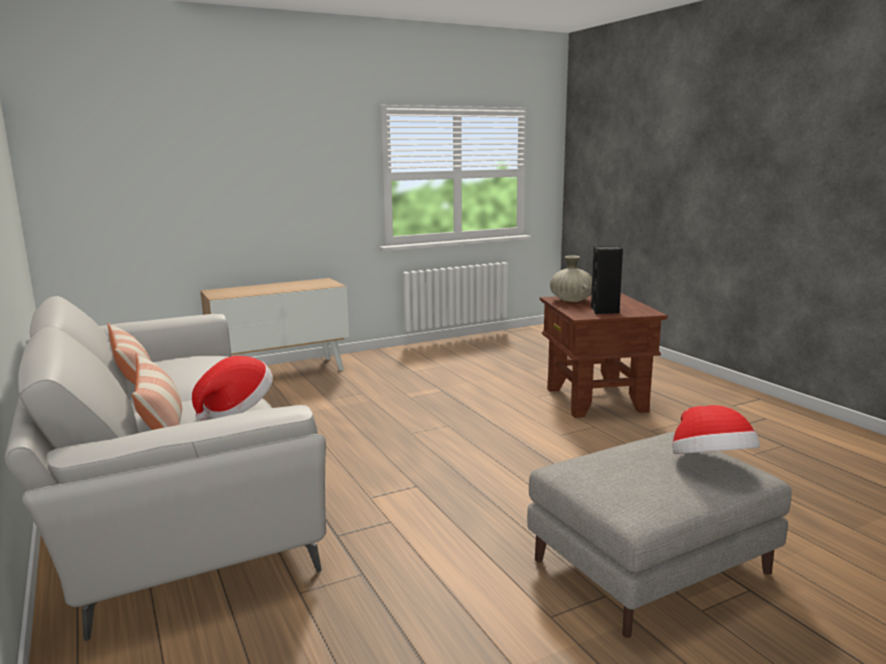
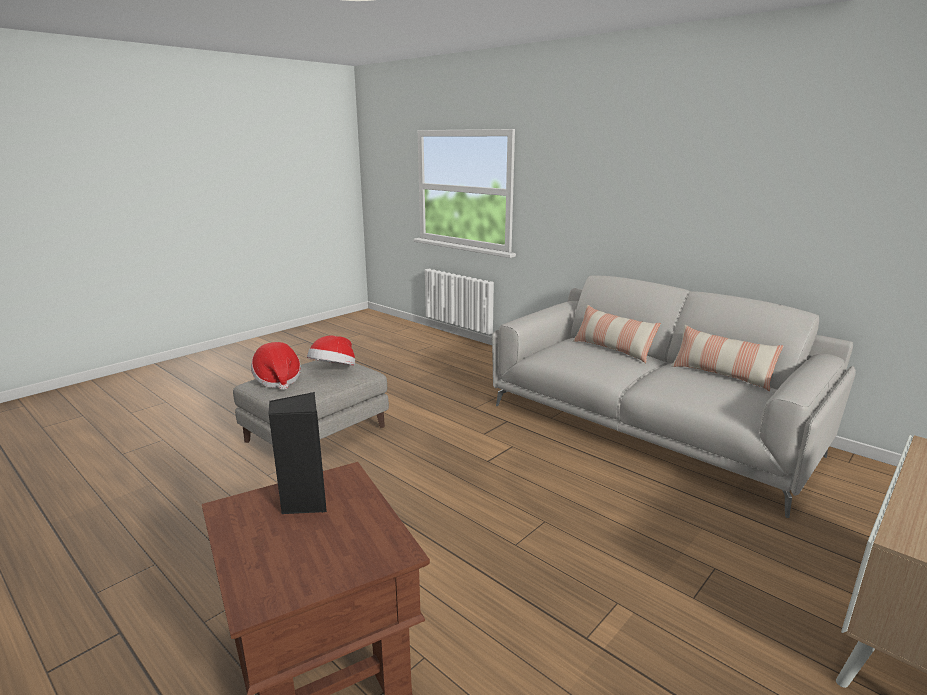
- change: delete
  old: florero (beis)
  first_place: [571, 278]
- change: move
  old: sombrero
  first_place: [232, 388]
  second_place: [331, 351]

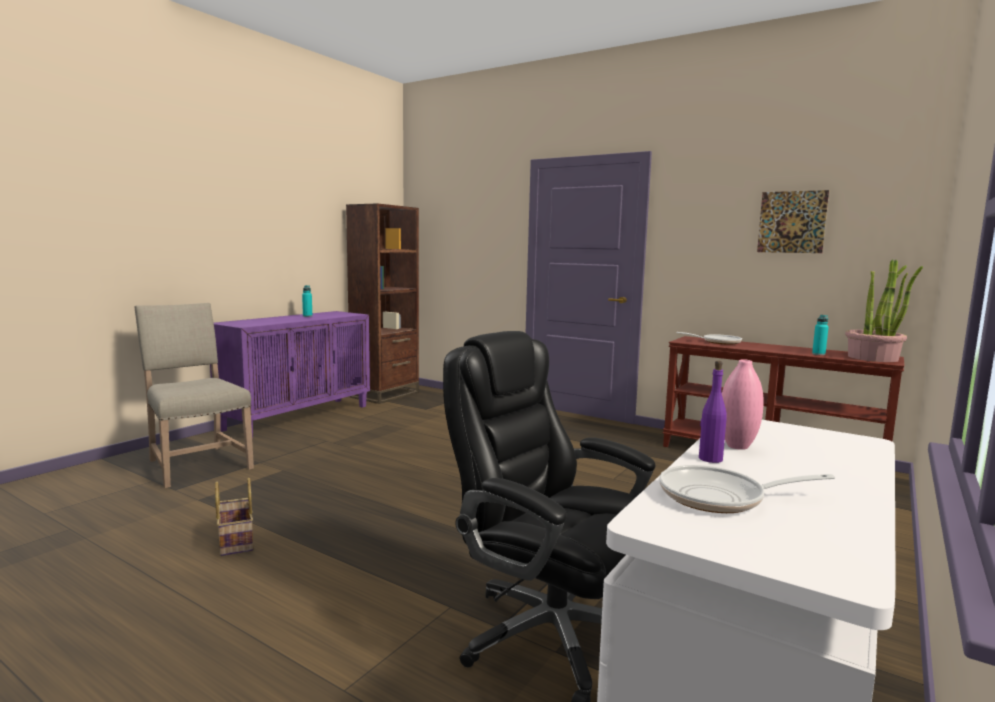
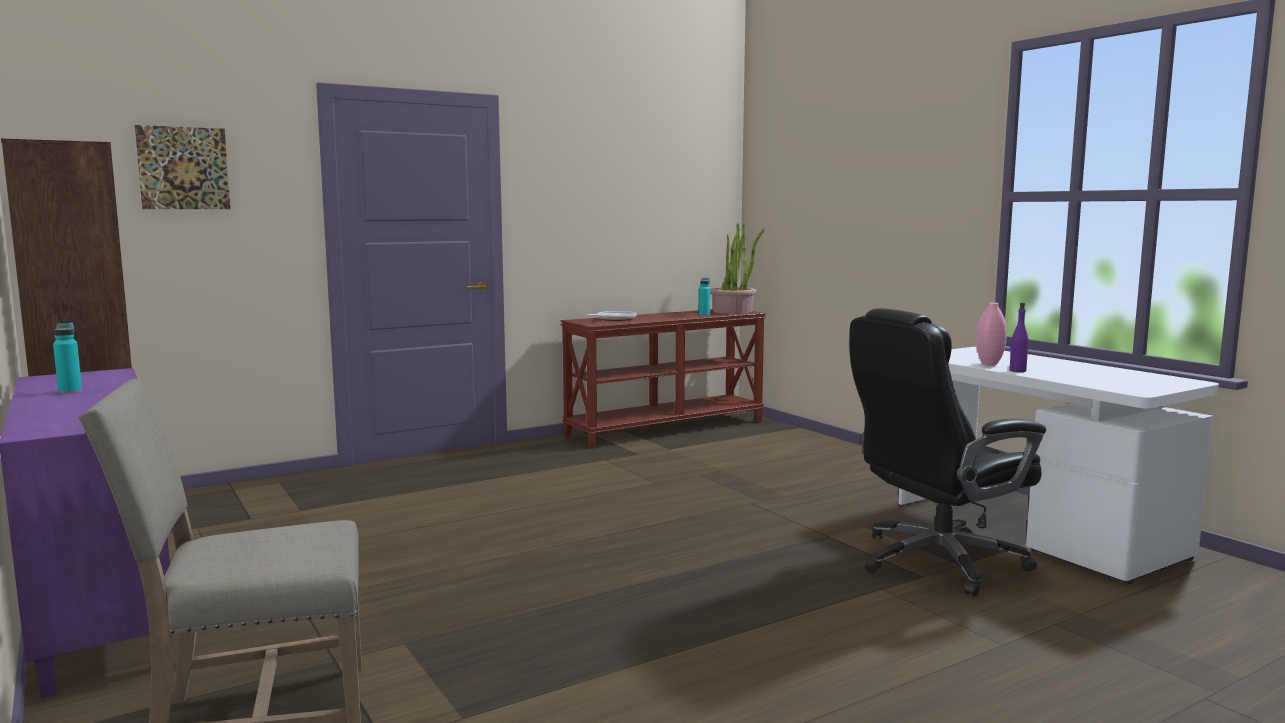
- change: delete
  old: cesta
  first_place: [234, 517]
- change: delete
  old: sartén
  first_place: [747, 489]
- change: move
  old: cuadro
  first_place: [793, 221]
  second_place: [183, 167]

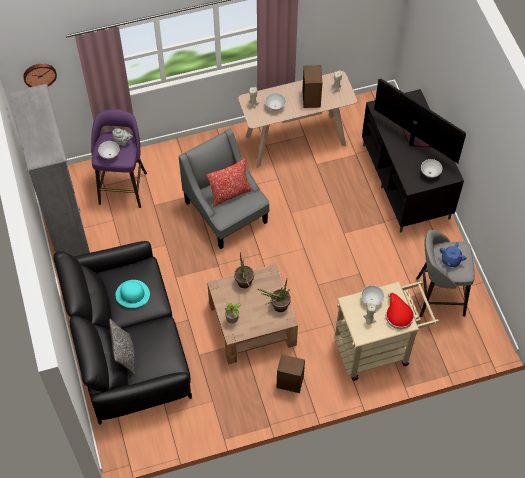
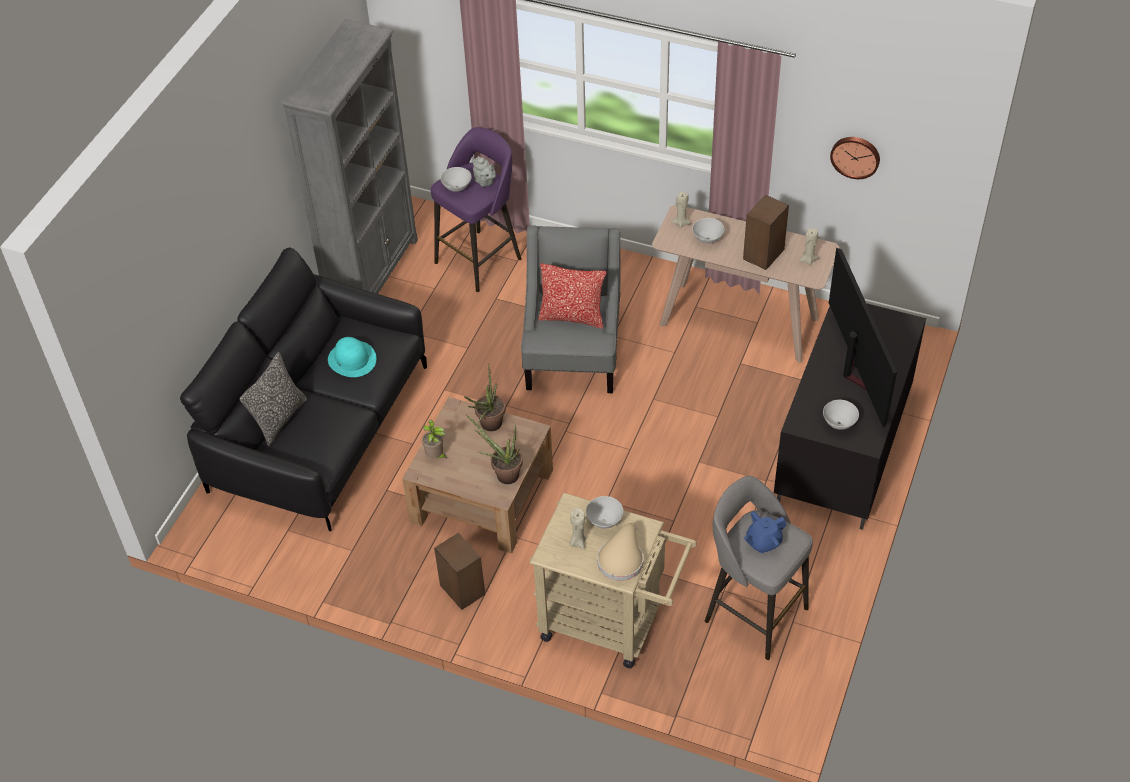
- change: move
  old: reloj de pared
  first_place: [40, 75]
  second_place: [855, 158]
- change: recolor
  old: sombrero (rojo)
  new: sombrero (beis)
  first_place: [400, 311]
  second_place: [620, 552]

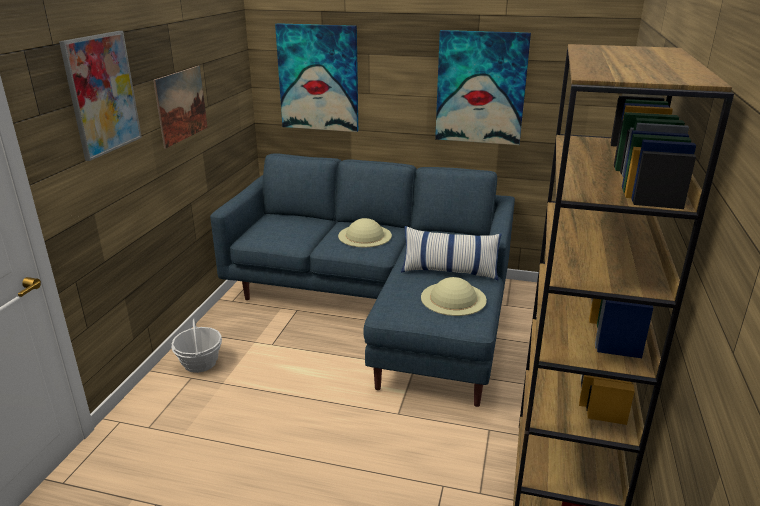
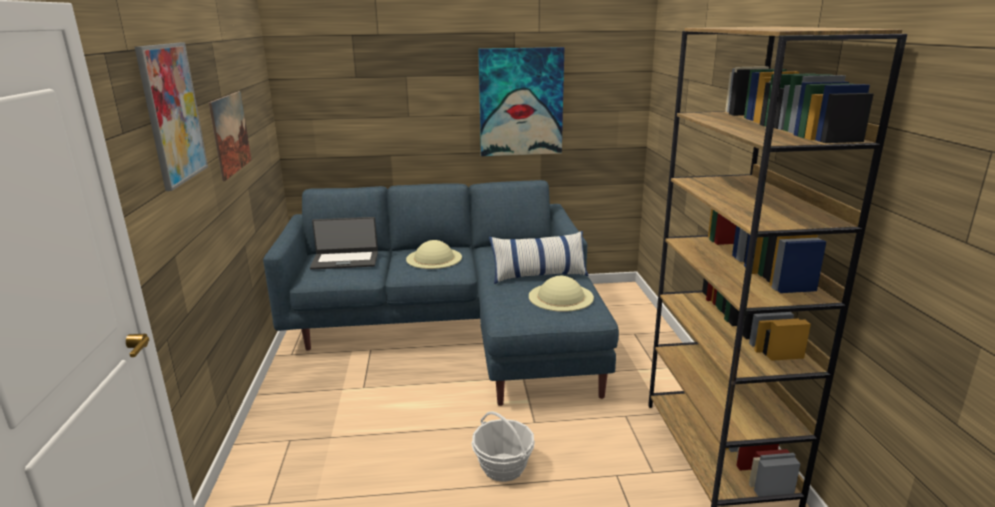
- change: delete
  old: cuadro
  first_place: [316, 77]
- change: insert
  new: portátil
  second_place: [344, 243]
- change: move
  old: cesta
  first_place: [196, 346]
  second_place: [503, 446]

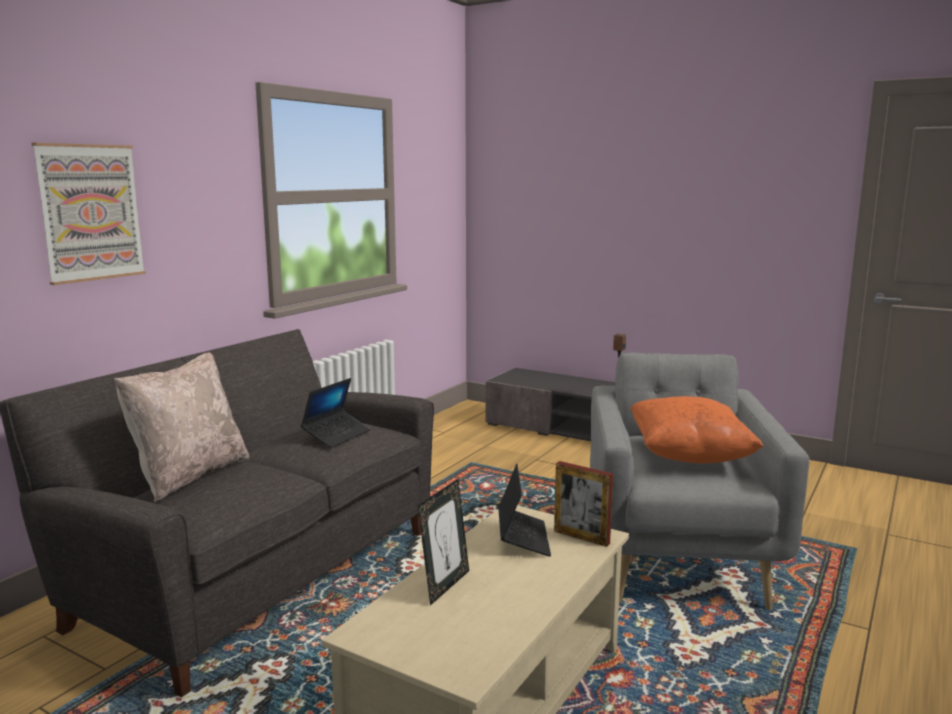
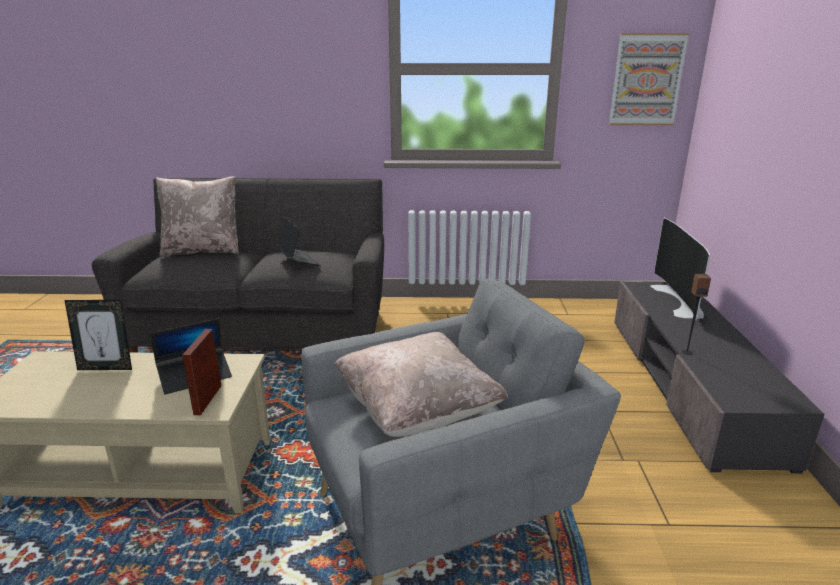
- change: insert
  new: televisor
  second_place: [680, 269]
- change: move
  old: cuadro
  first_place: [89, 214]
  second_place: [648, 79]
- change: recolor
  old: cojín (naranja)
  new: cojín (beis)
  first_place: [697, 429]
  second_place: [421, 384]
- change: rotate
  old: portátil
  first_place: [335, 413]
  second_place: [298, 242]
  degrees: -120

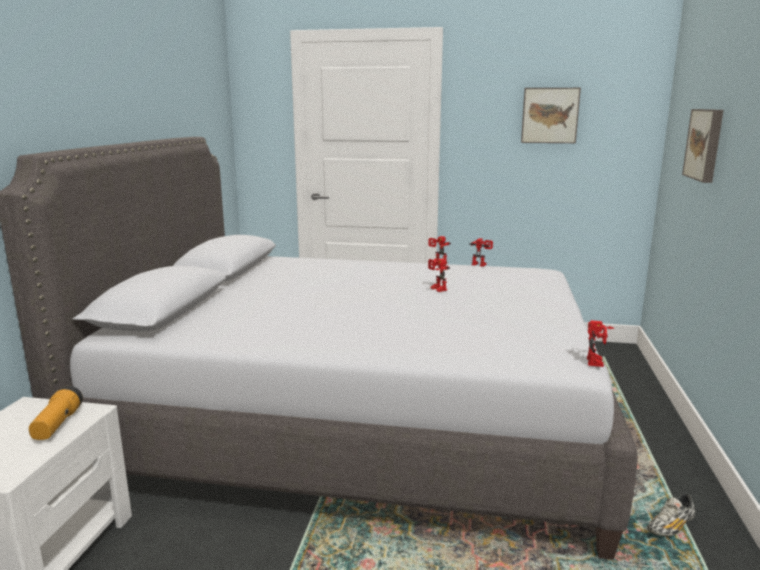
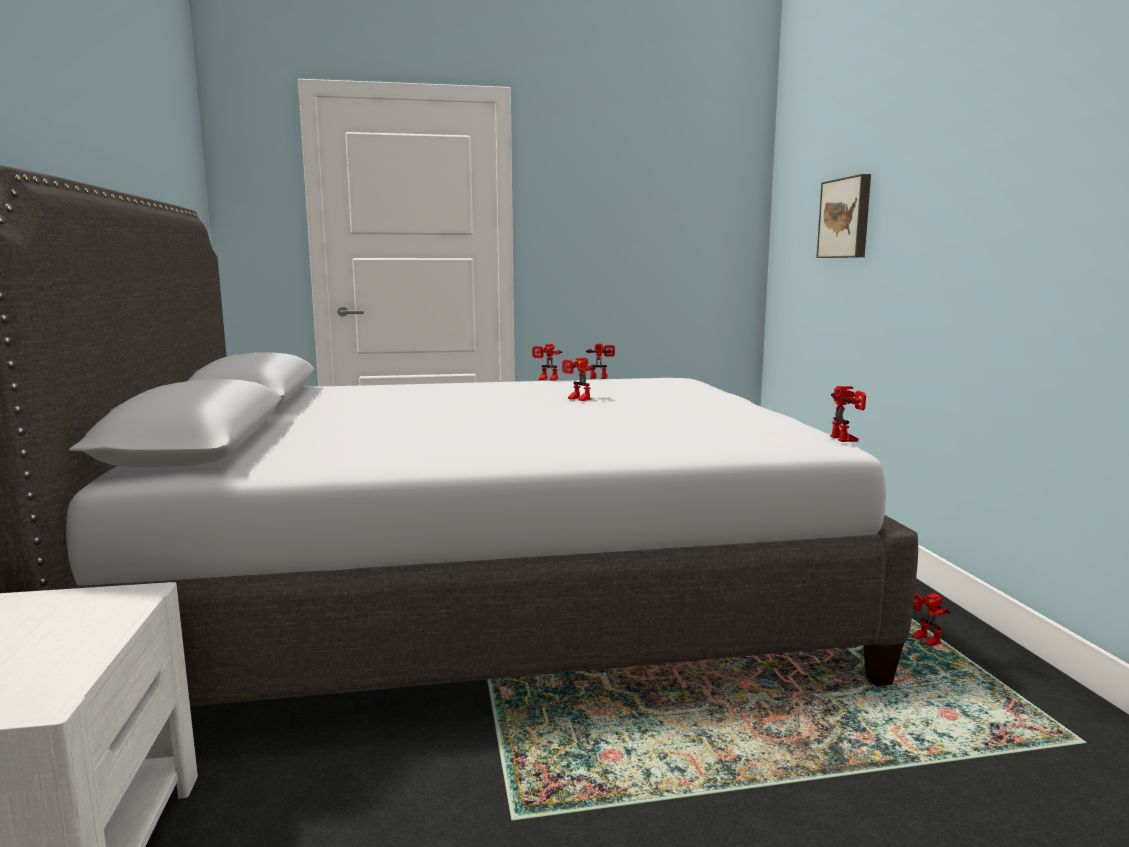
- change: delete
  old: linterna
  first_place: [56, 413]
- change: delete
  old: cuadro
  first_place: [551, 115]
- change: replace
  old: zapato
  new: robot de juguete
  first_place: [671, 514]
  second_place: [931, 620]

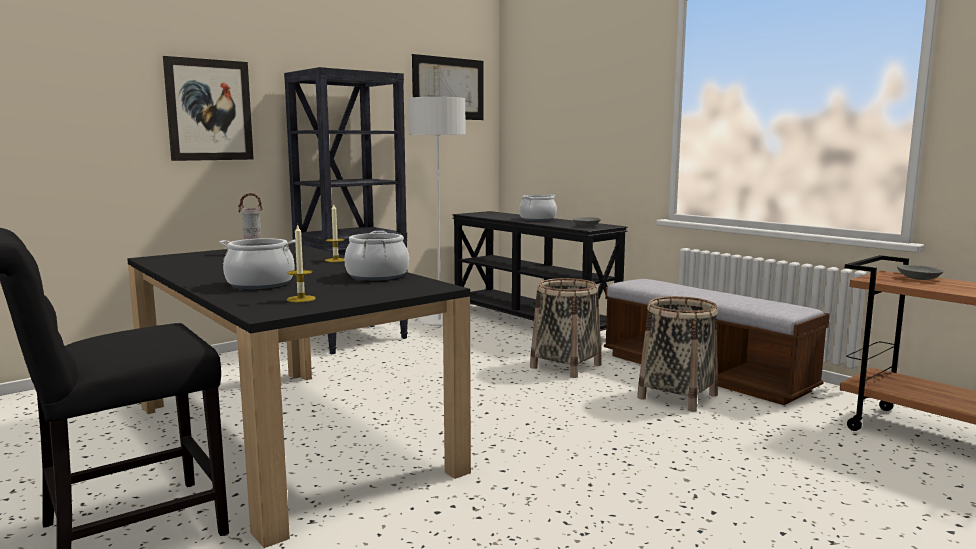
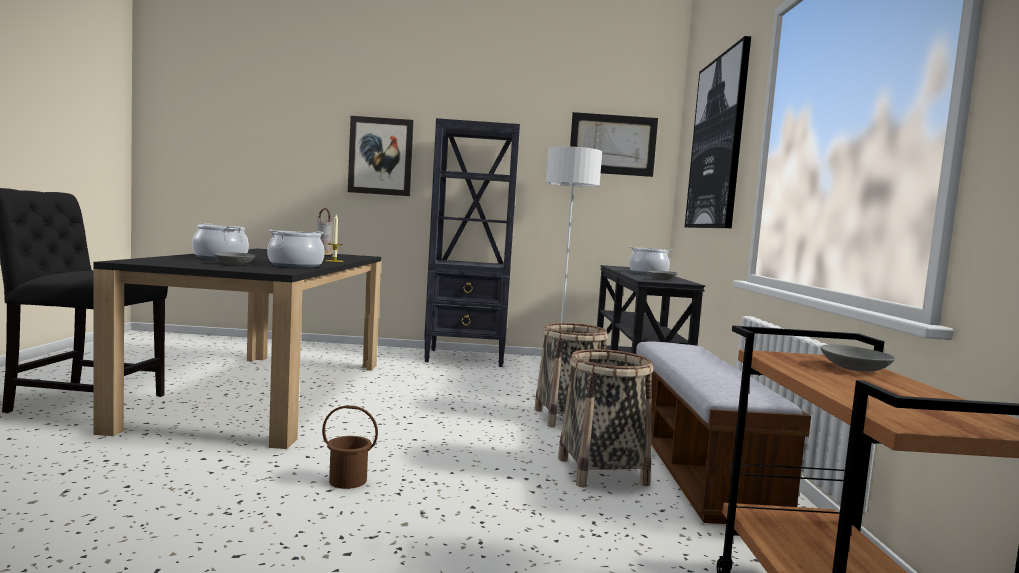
- change: delete
  old: vela
  first_place: [301, 262]
- change: insert
  new: cuenco (gris)
  second_place: [235, 258]
- change: insert
  new: cubo (marrón)
  second_place: [350, 447]
- change: insert
  new: cuadro
  second_place: [718, 132]

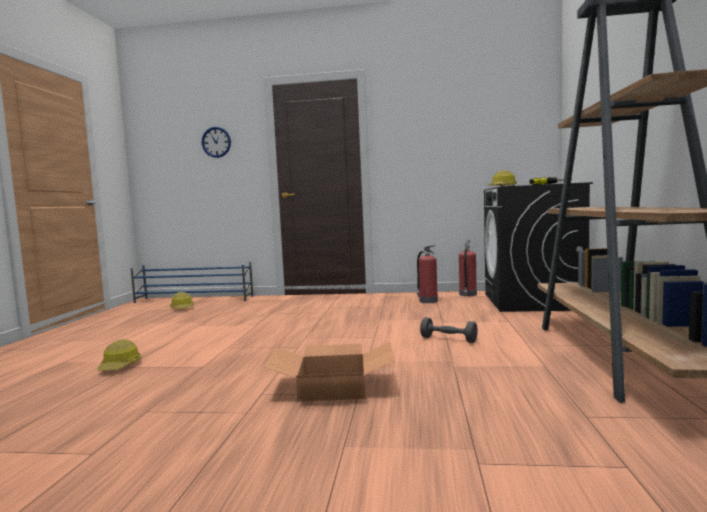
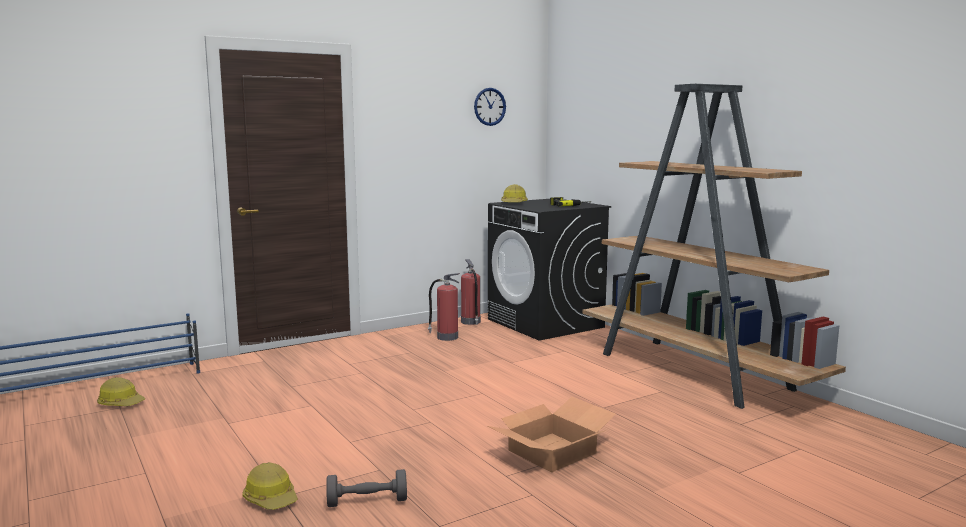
- change: move
  old: reloj de pared
  first_place: [216, 142]
  second_place: [490, 107]
- change: move
  old: mancuerna (gris)
  first_place: [449, 330]
  second_place: [366, 488]

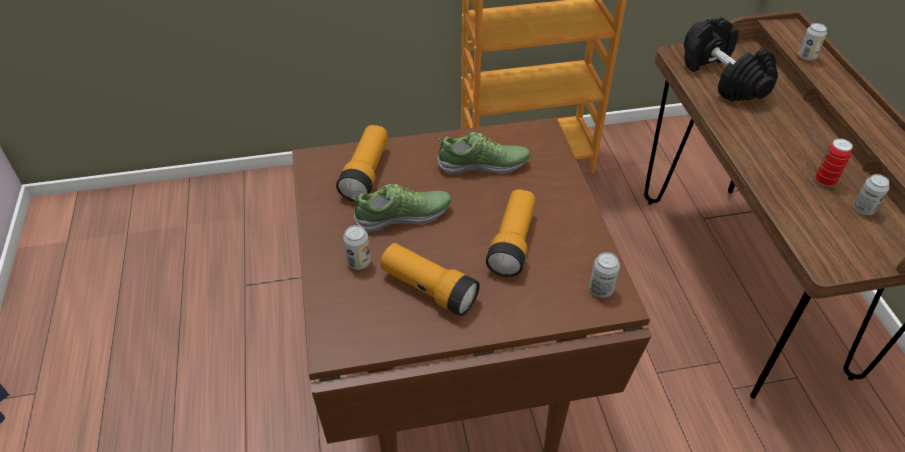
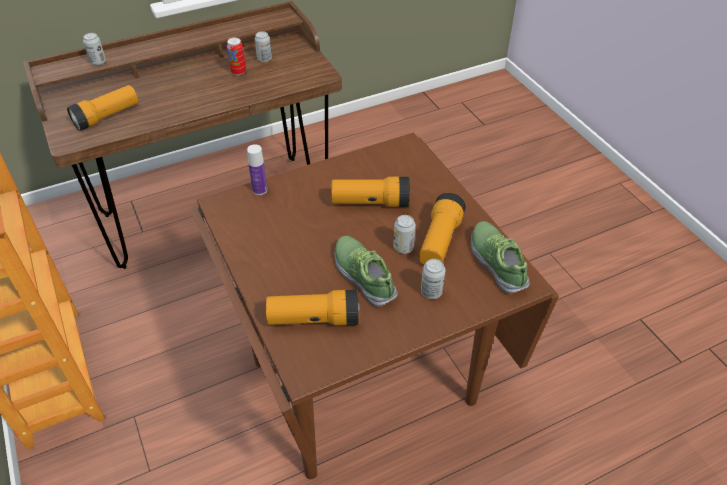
- change: insert
  new: botella
  second_place: [257, 169]
- change: move
  old: zapato
  first_place: [483, 153]
  second_place: [500, 257]
- change: move
  old: lata
  first_place: [604, 275]
  second_place: [404, 234]
- change: replace
  old: mancuerna (negro)
  new: linterna
  first_place: [731, 59]
  second_place: [103, 108]

